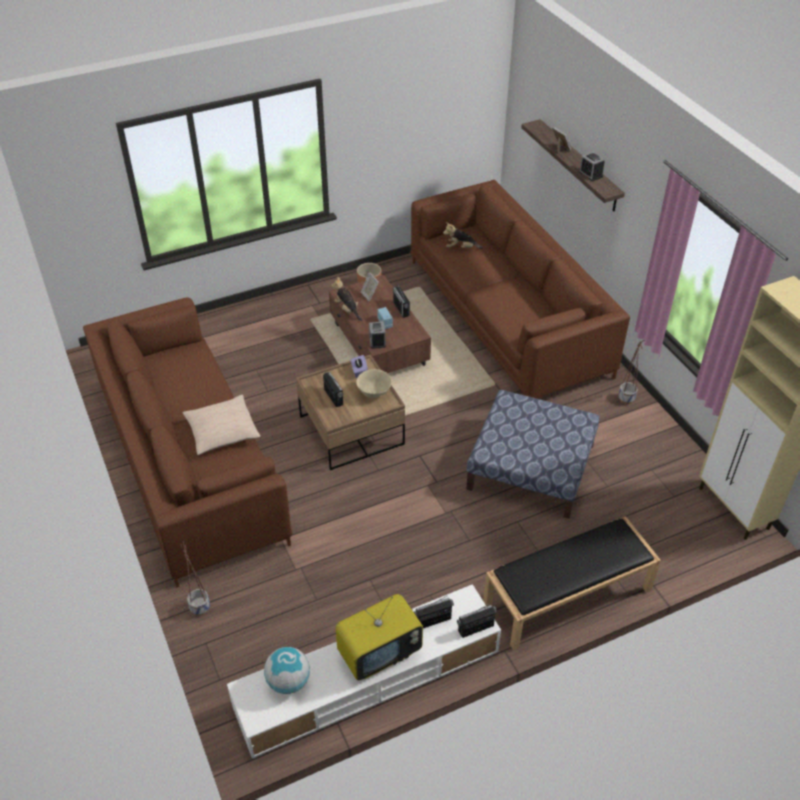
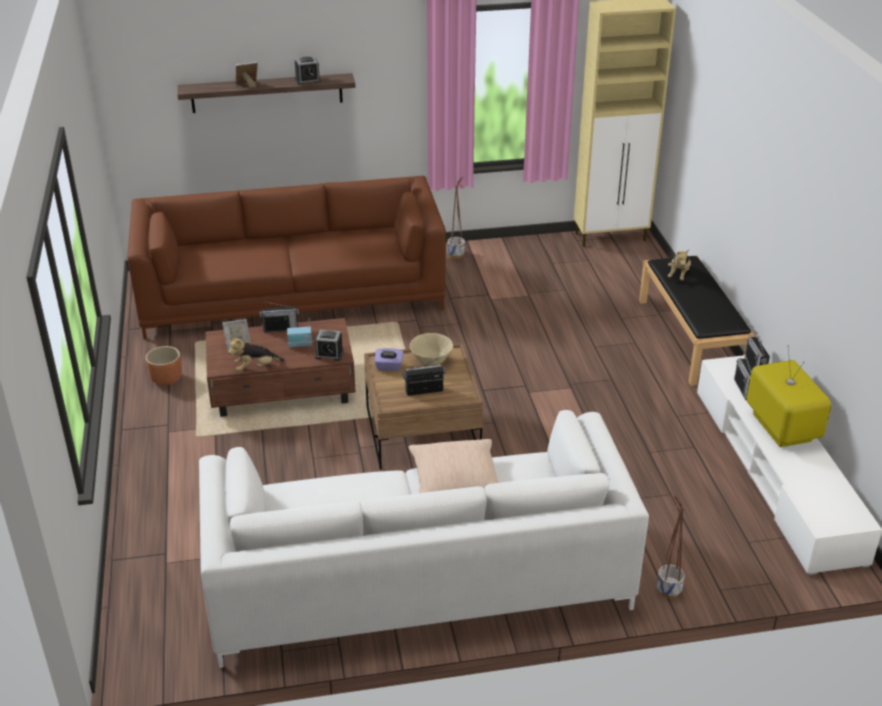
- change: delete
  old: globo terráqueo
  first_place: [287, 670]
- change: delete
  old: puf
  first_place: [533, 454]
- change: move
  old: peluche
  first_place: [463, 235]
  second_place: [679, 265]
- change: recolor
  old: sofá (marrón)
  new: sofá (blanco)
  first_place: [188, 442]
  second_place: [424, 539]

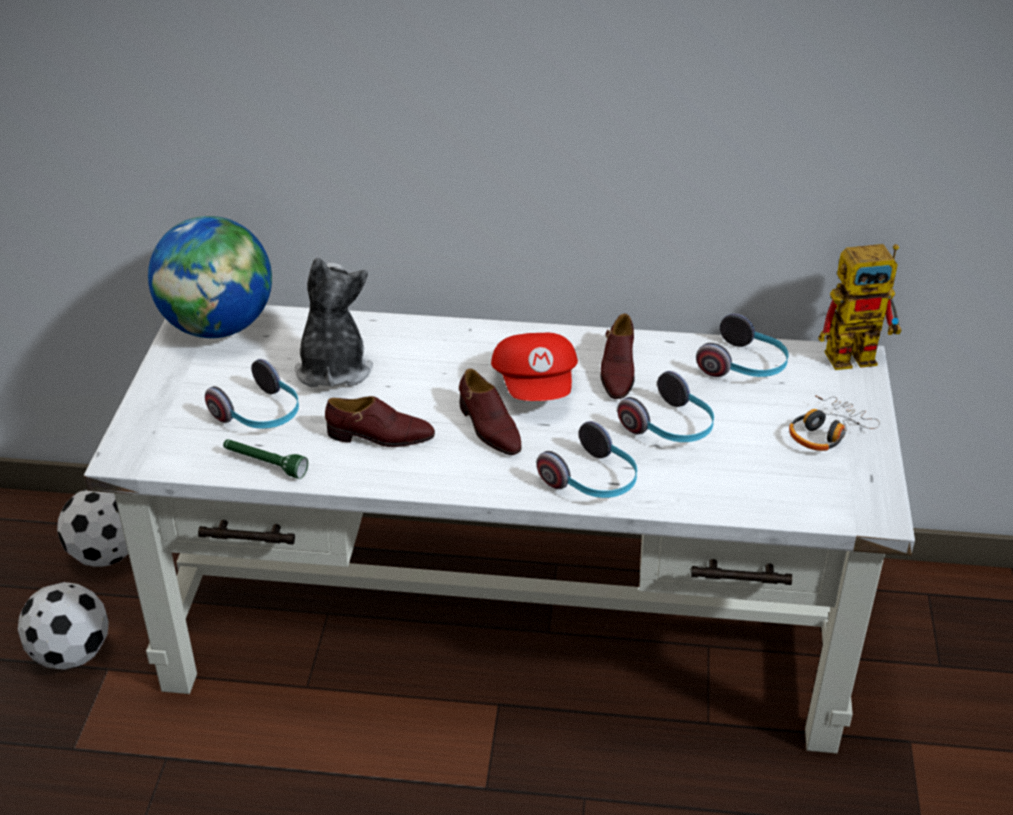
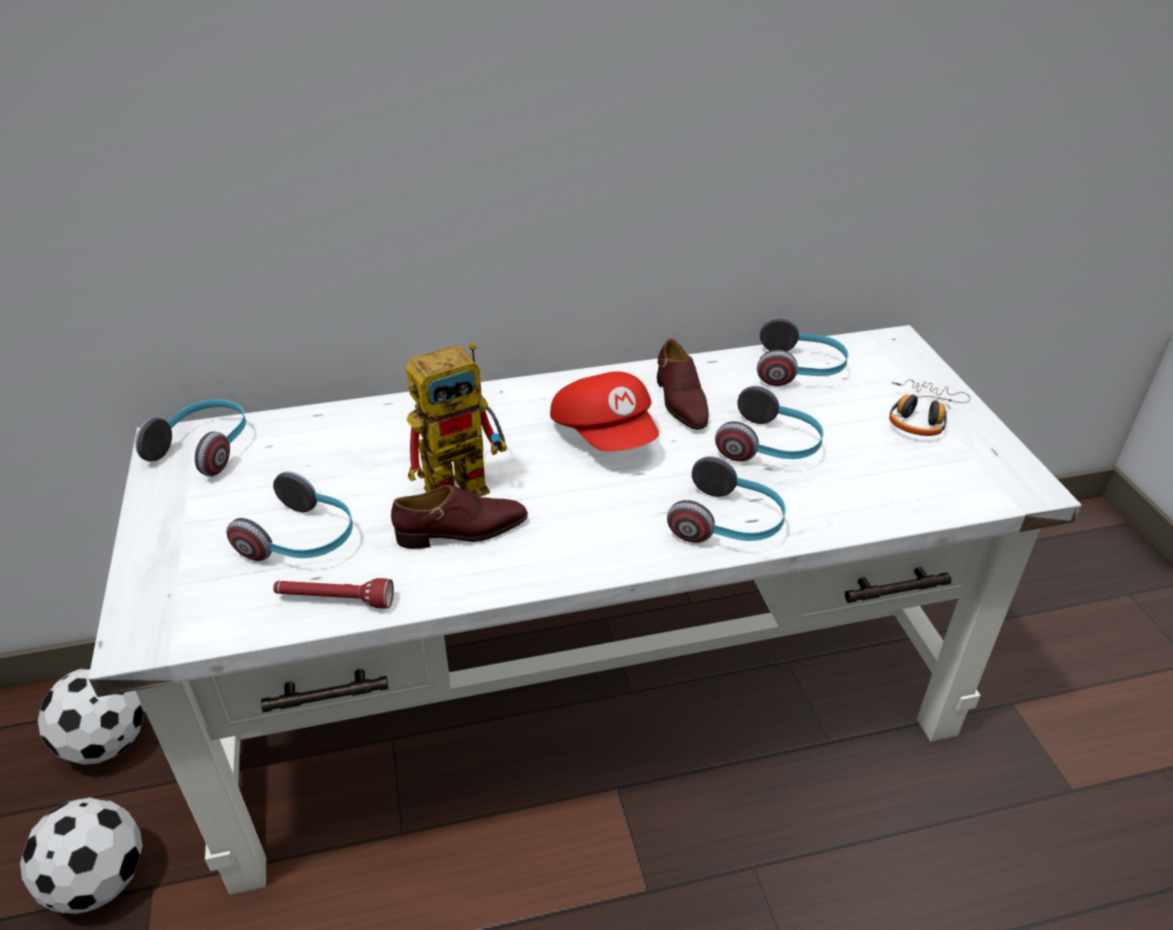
- change: delete
  old: peluche
  first_place: [334, 322]
- change: delete
  old: zapato (marrón)
  first_place: [490, 412]
- change: move
  old: robot de juguete
  first_place: [860, 307]
  second_place: [456, 419]
- change: replace
  old: globo terráqueo
  new: auriculares
  first_place: [210, 277]
  second_place: [190, 438]
- change: recolor
  old: linterna (verde)
  new: linterna (rojo)
  first_place: [265, 459]
  second_place: [333, 593]

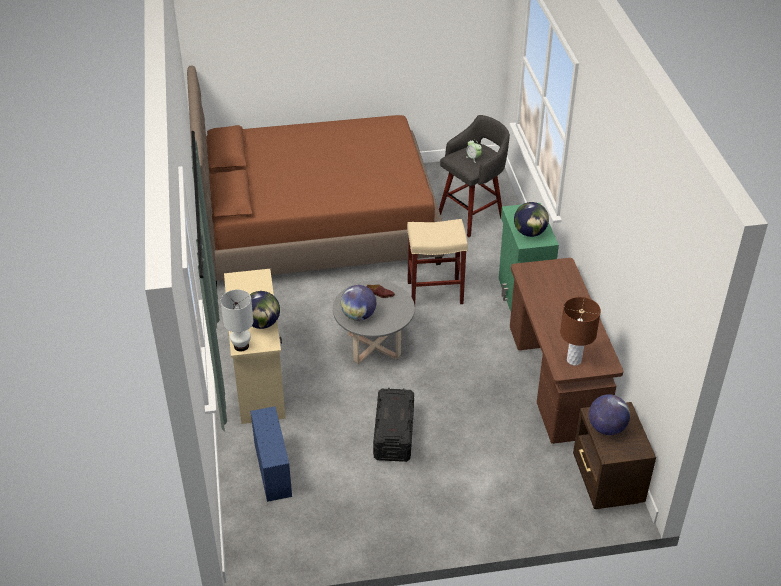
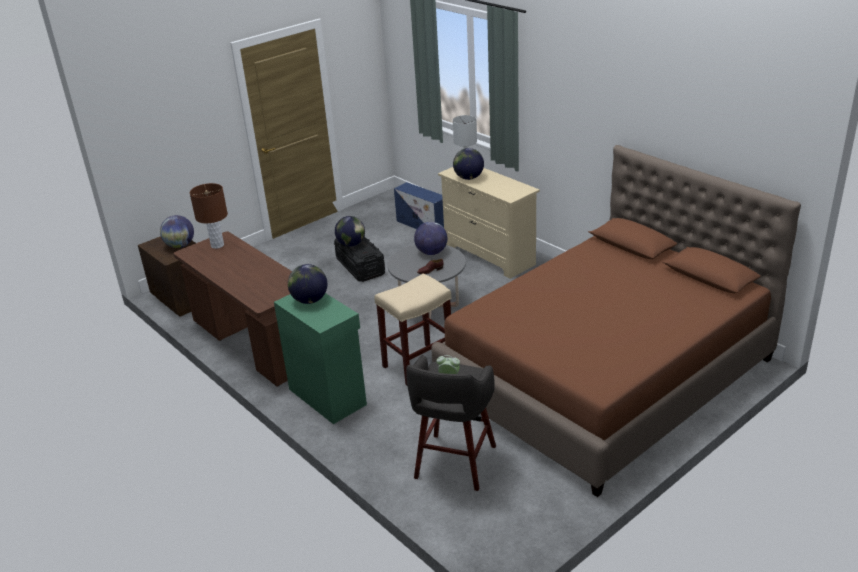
- change: insert
  new: globo terráqueo
  second_place: [350, 231]

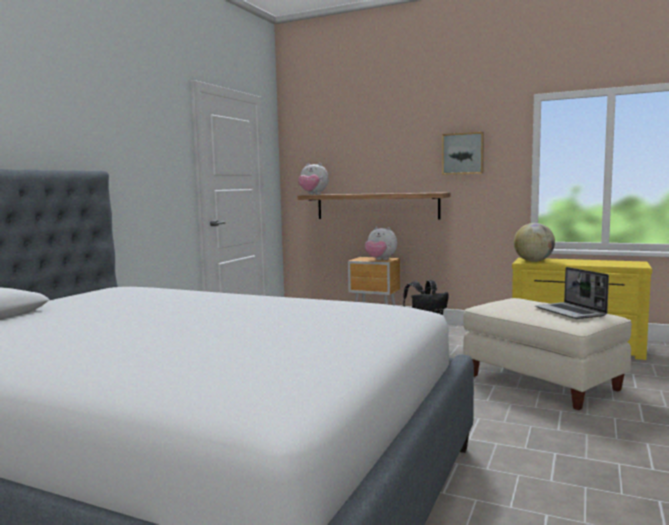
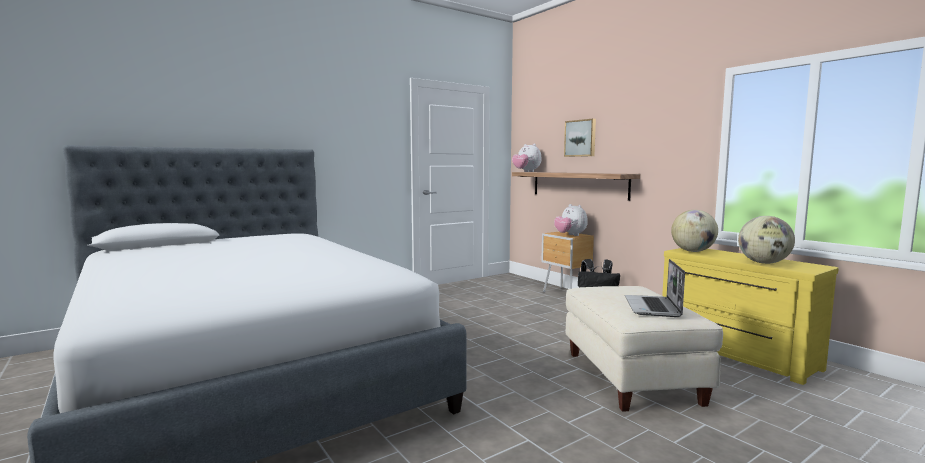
- change: insert
  new: globo terráqueo
  second_place: [766, 240]
- change: move
  old: cuadro
  first_place: [463, 153]
  second_place: [580, 138]

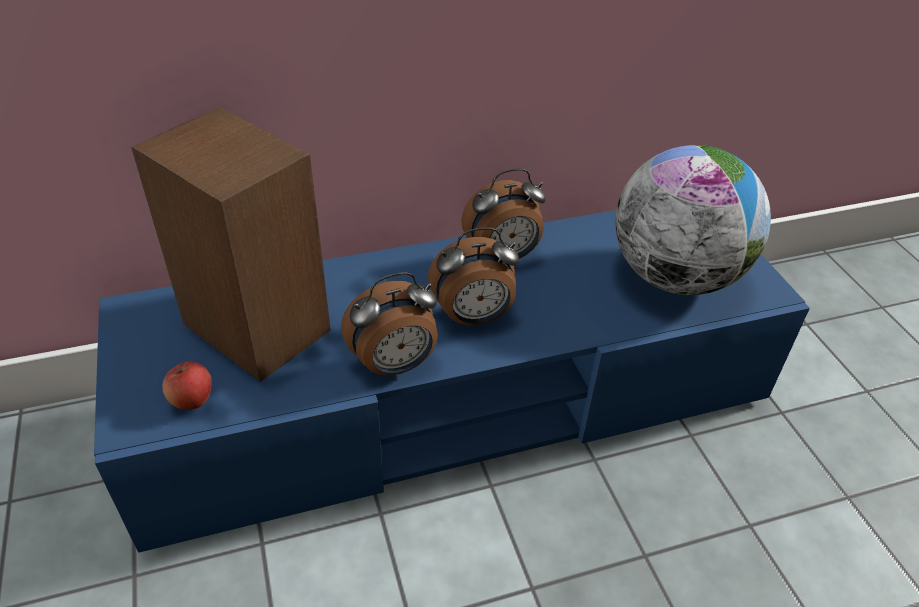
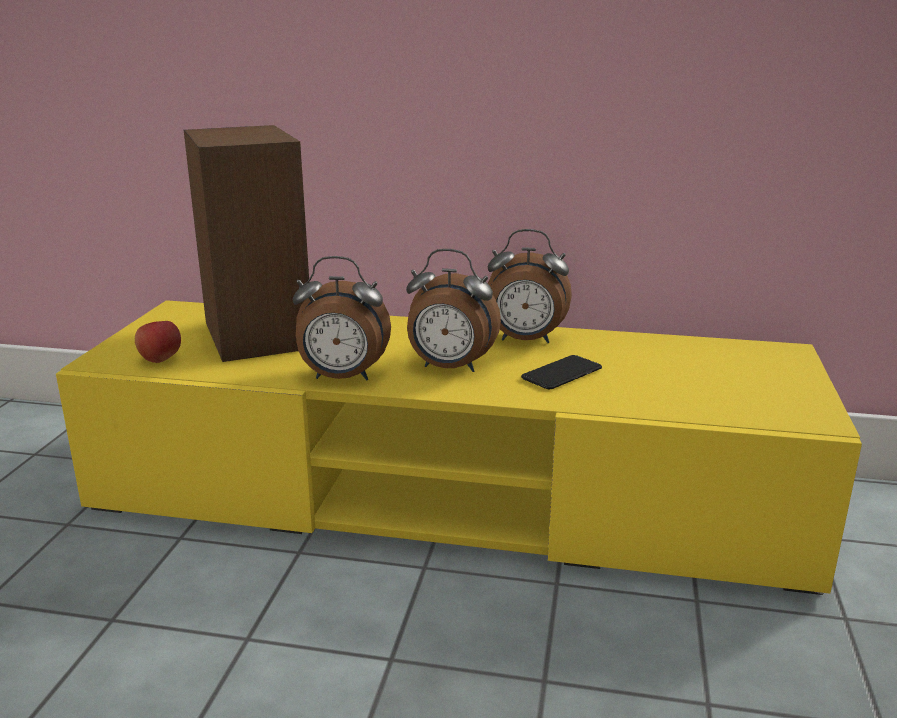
- change: delete
  old: globo terráqueo
  first_place: [693, 220]
- change: insert
  new: móvil
  second_place: [561, 372]
- change: recolor
  old: mueble de televisión (azul)
  new: mueble de televisión (amarillo)
  first_place: [452, 381]
  second_place: [459, 447]

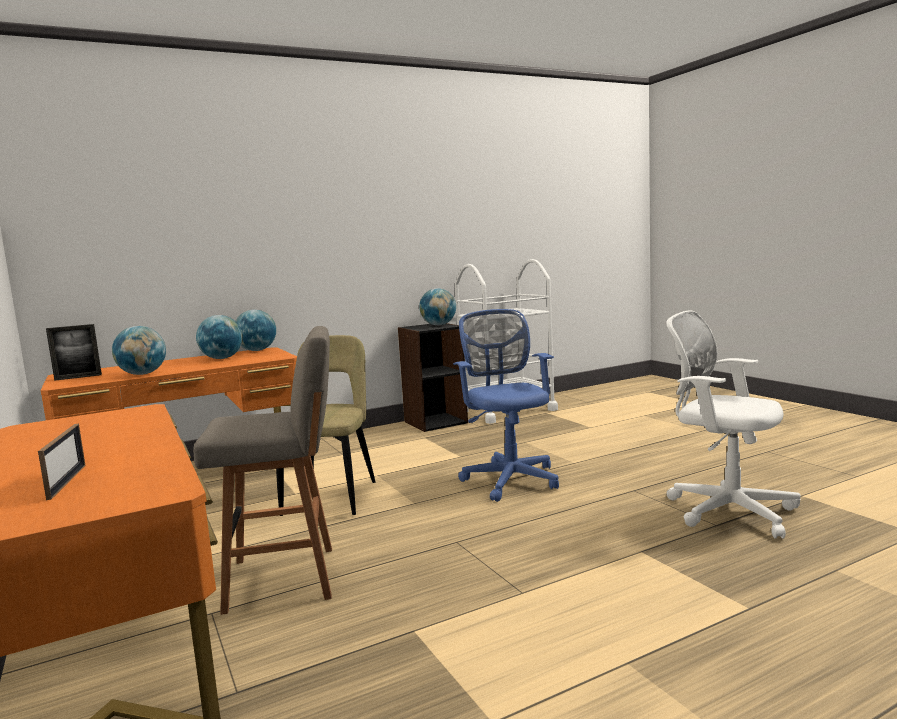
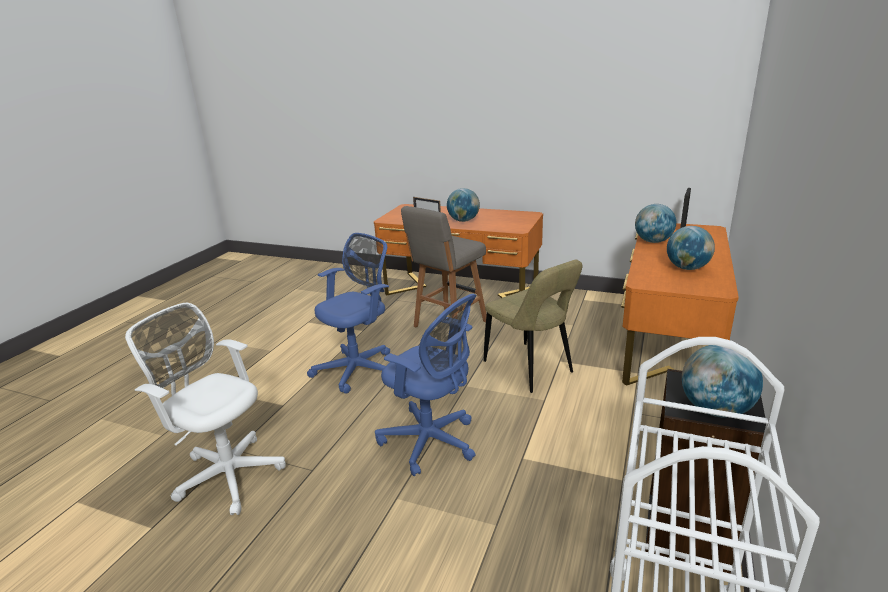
- change: insert
  new: silla de oficina (azul)
  second_place: [348, 313]
- change: move
  old: globo terráqueo
  first_place: [256, 330]
  second_place: [463, 205]
- change: rotate
  old: silla de oficina (blanco)
  first_place: [733, 425]
  second_place: [205, 409]
  degrees: -150

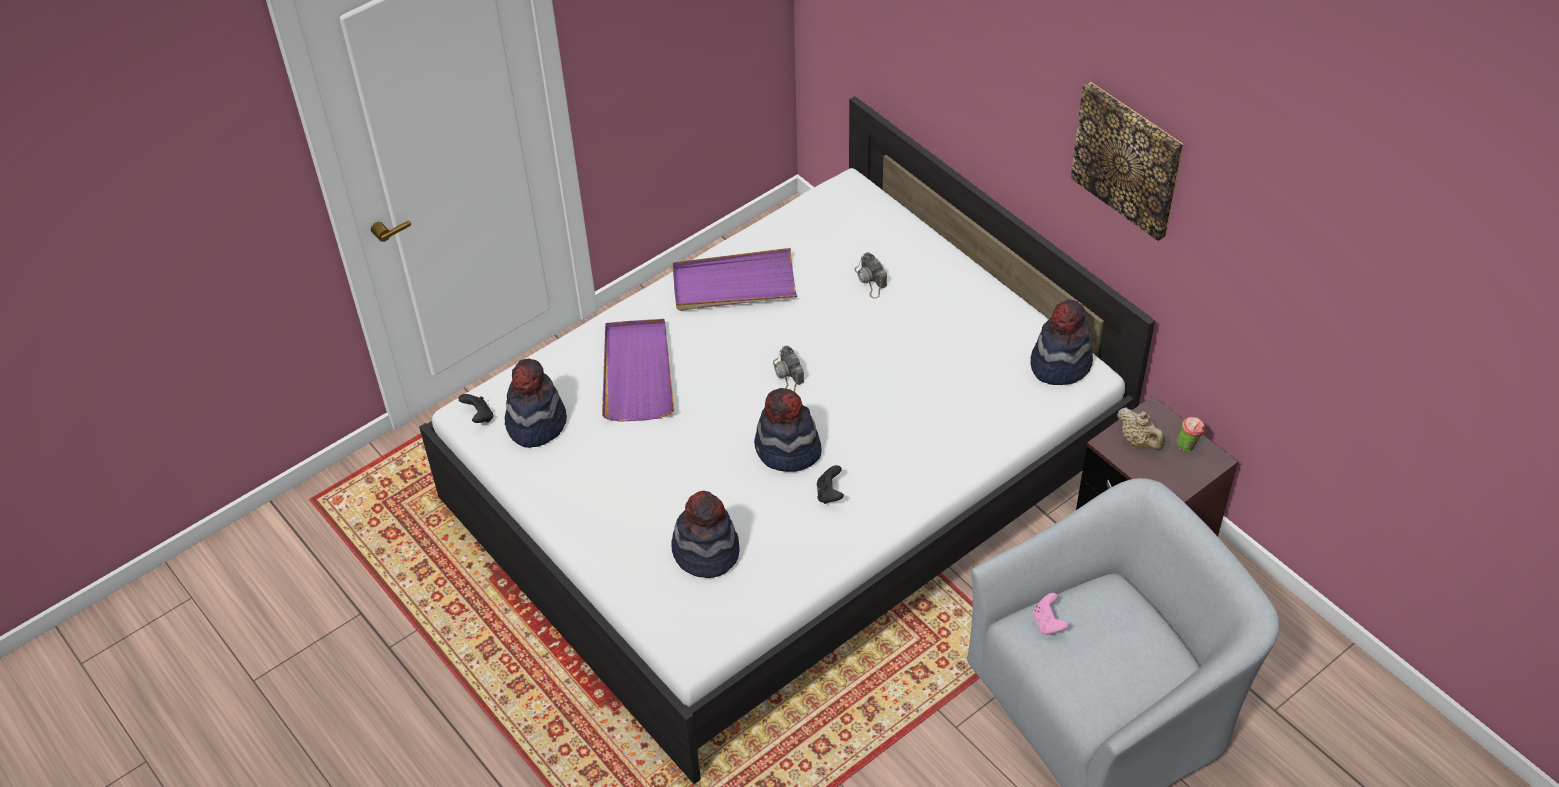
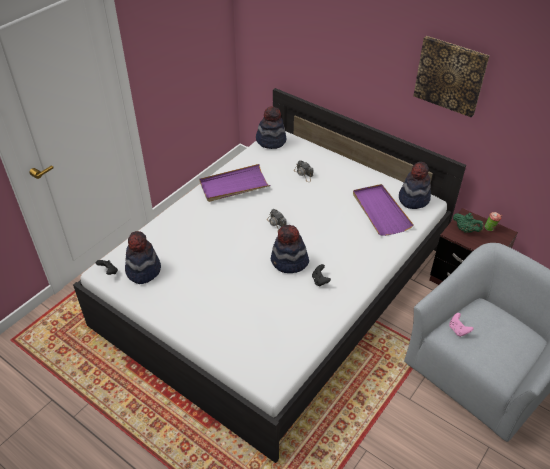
- change: move
  old: bandeja (morado)
  first_place: [638, 370]
  second_place: [383, 210]
- change: move
  old: sombrero
  first_place: [705, 534]
  second_place: [271, 127]
- change: recolor
  old: tetera (beis)
  new: tetera (verde)
  first_place: [1141, 428]
  second_place: [468, 223]

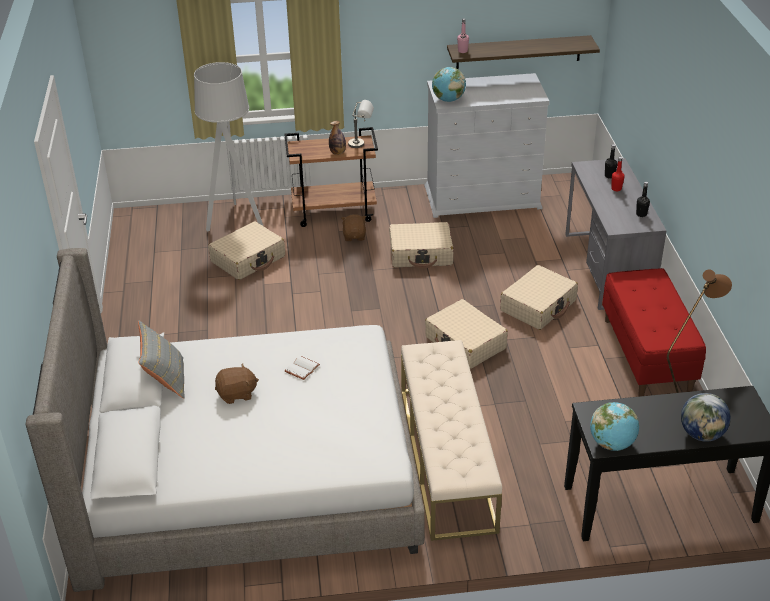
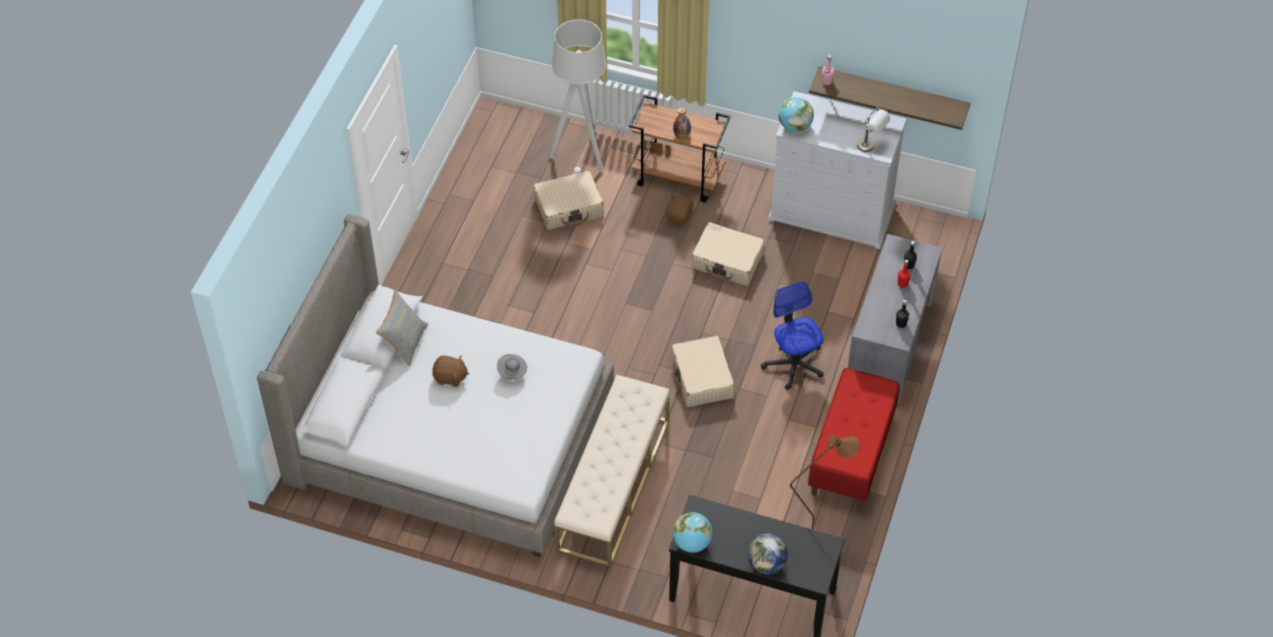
- change: move
  old: lámpara de mesa (gris)
  first_place: [361, 124]
  second_place: [873, 130]
- change: replace
  old: libro (blanco)
  new: sombrero (gris)
  first_place: [302, 368]
  second_place: [512, 367]
- change: replace
  old: maleta (beis)
  new: silla de oficina
  first_place: [539, 297]
  second_place: [792, 335]

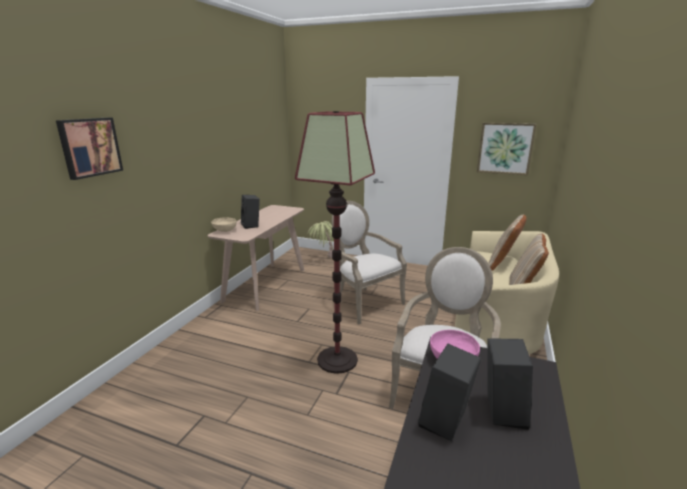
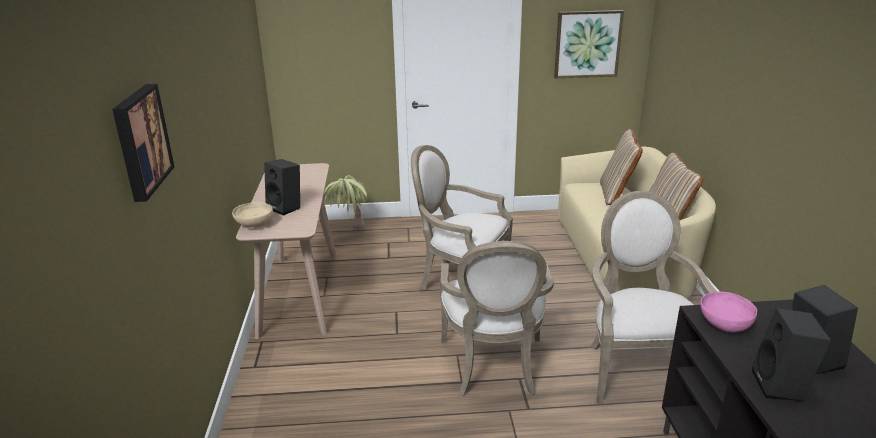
- change: replace
  old: lámpara de pie
  new: sillón
  first_place: [335, 242]
  second_place: [497, 318]

